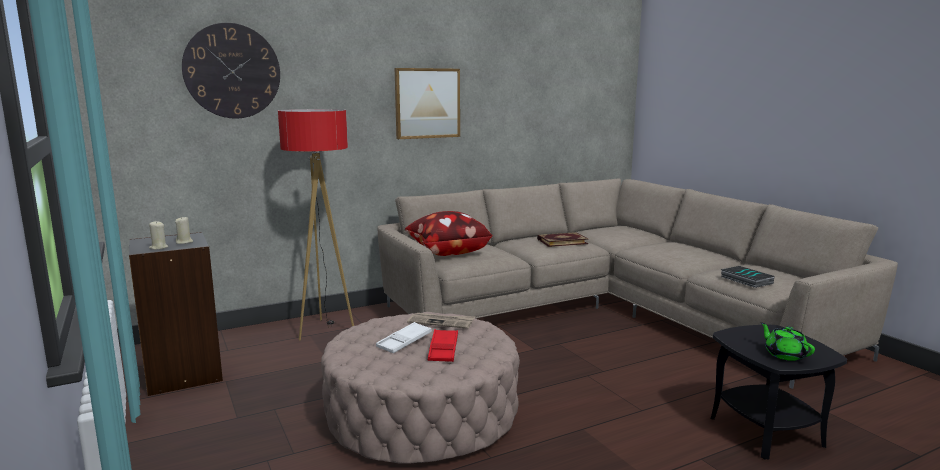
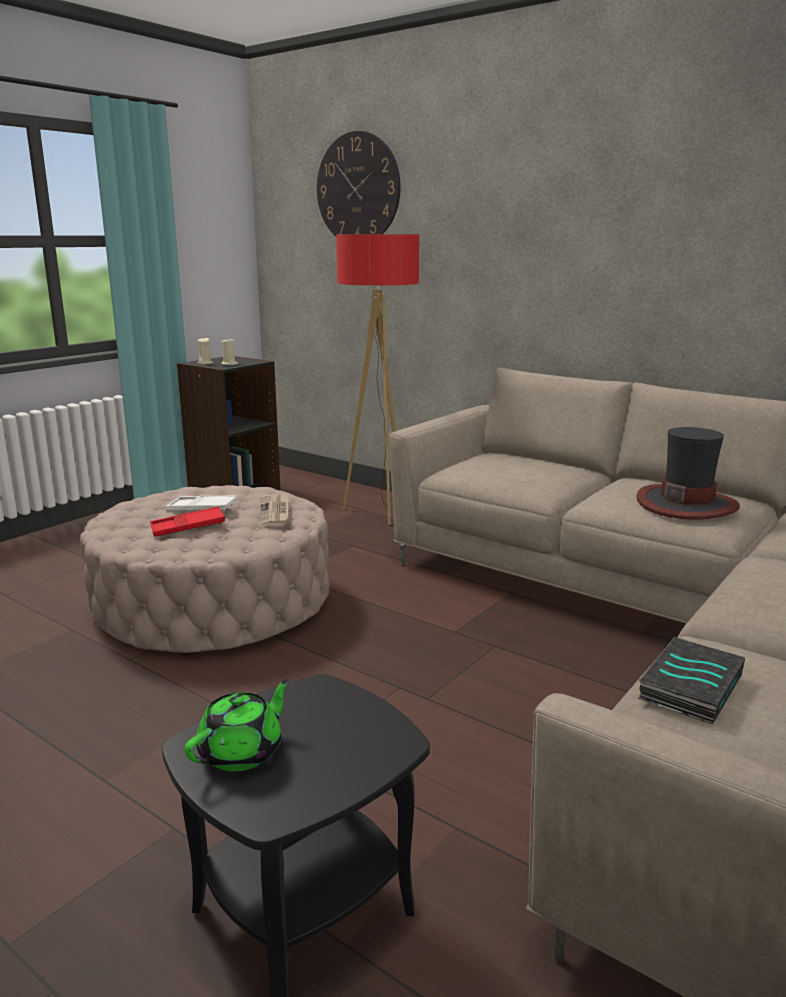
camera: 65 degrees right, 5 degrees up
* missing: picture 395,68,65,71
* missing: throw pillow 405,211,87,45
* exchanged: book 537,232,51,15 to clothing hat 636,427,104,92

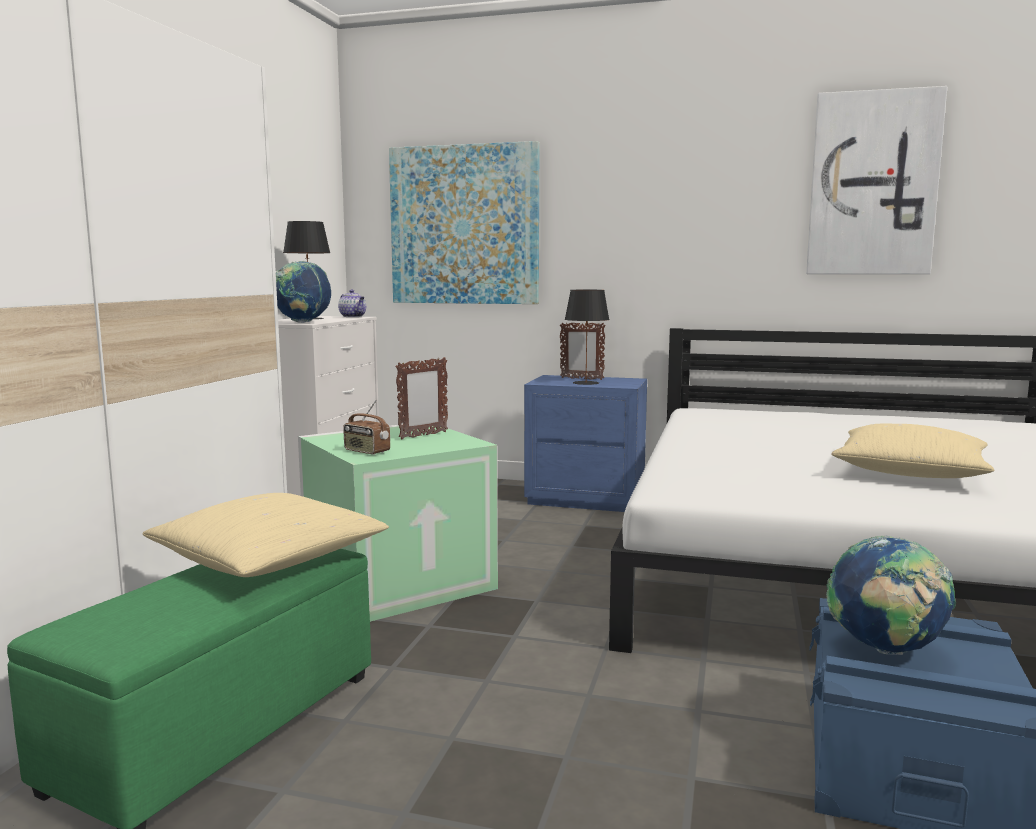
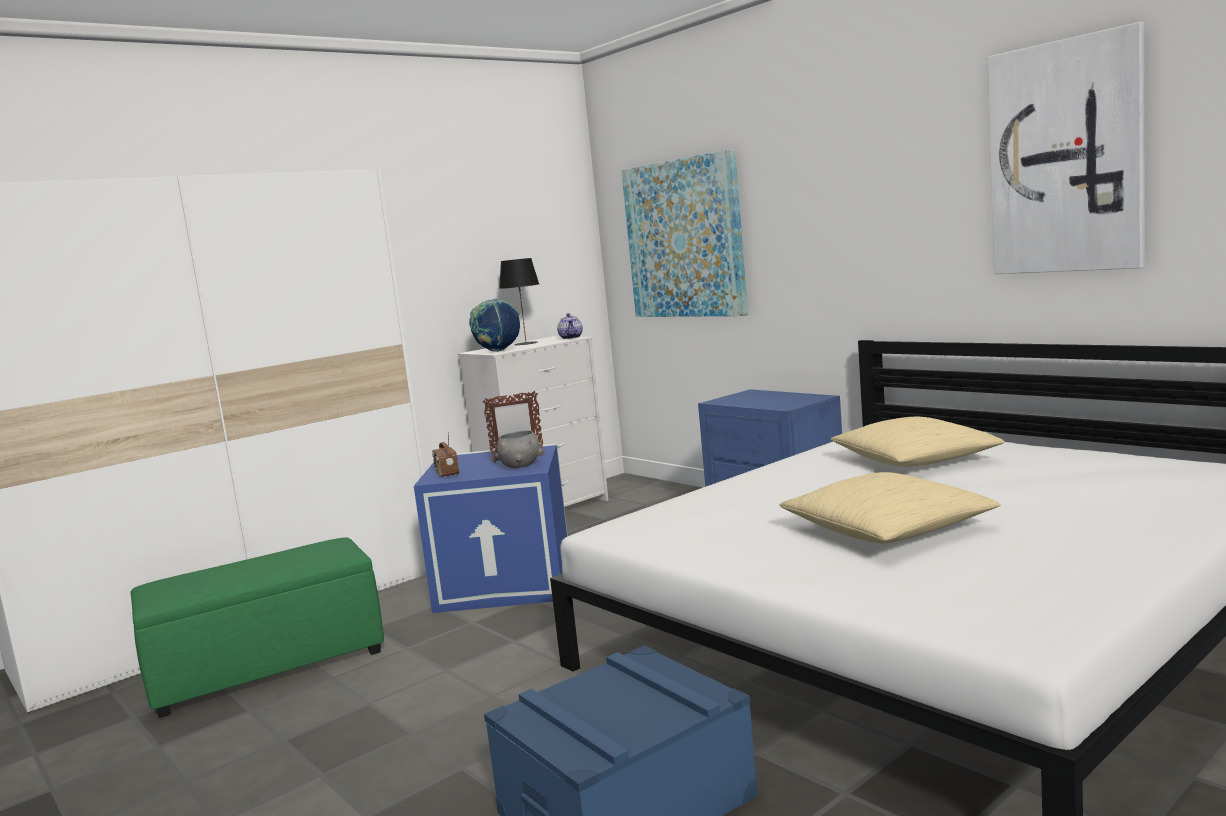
camera: 35 degrees right, 0 degrees up
* missing: picture frame 560,322,46,58
* missing: tabletop lamp/black-coloured 564,290,46,95
* missing: globe 826,536,130,119
* appeared: serving bowl/greyish 496,431,46,37
* relocated: throw pillow/beige-coloured 142,493,247,84 to 831,417,174,50
* colour: storage box/green-coloured 298,424,200,198 to storage box/blue 414,443,154,170

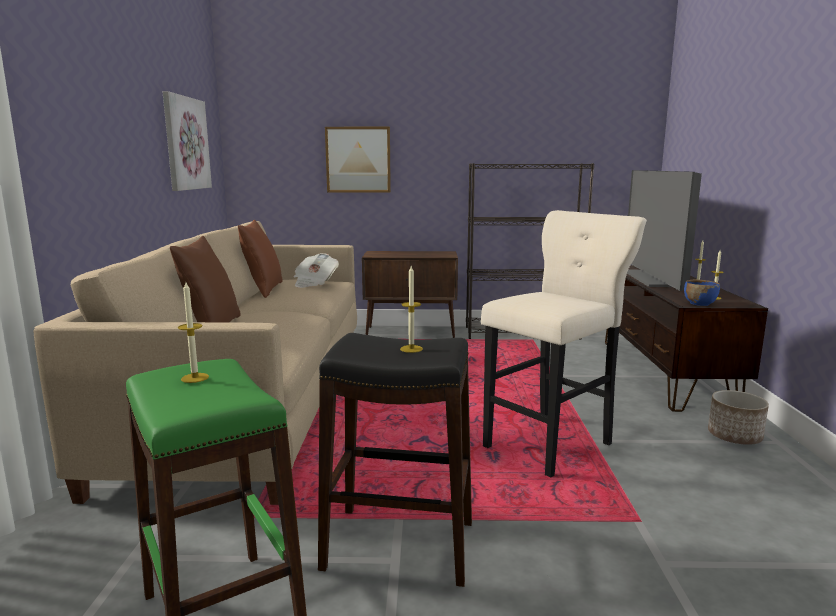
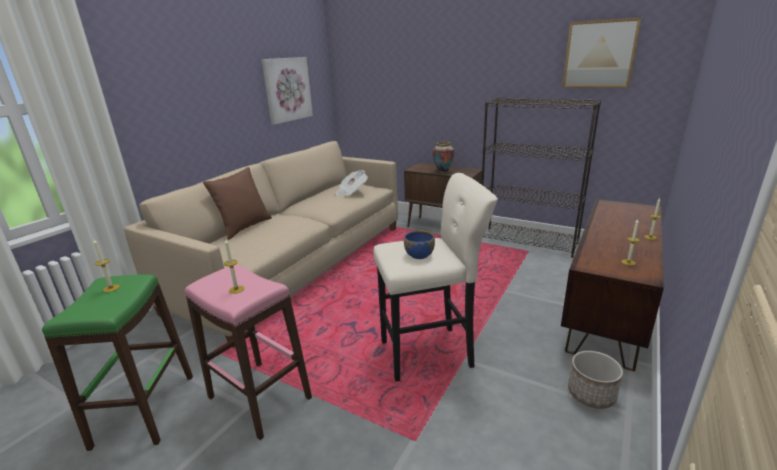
camera: 30 degrees right, 10 degrees up
* missing: throw pillow/brown 238,220,45,78
* missing: TV 627,170,75,121
* appeared: flower vase 432,142,22,31
* relocated: picture 325,127,66,66 to 562,18,79,70
* relocated: serving bowl/blue 684,279,36,27 to 404,231,31,28
* colour: stool seat/black-coloured 318,333,154,254 to stool seat/pink-coloured 185,264,127,176

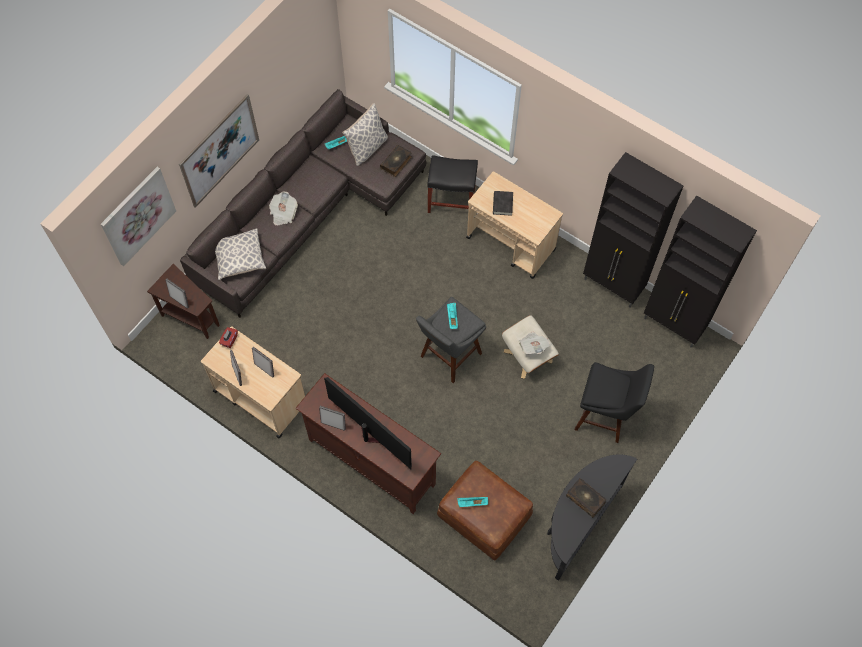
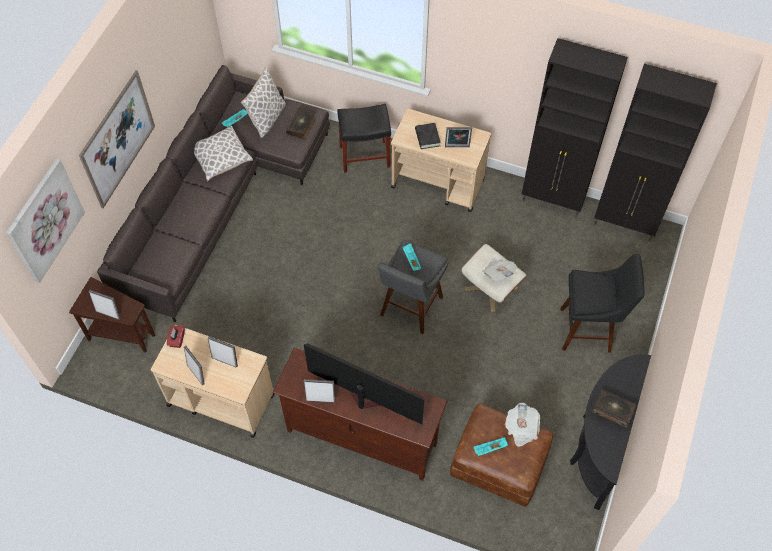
camera: 15 degrees left, 5 degrees down
* appeared: picture frame 445,127,27,20
* relocated: throw pillow 215,228,51,52 to 194,126,59,56
* relocated: printed paper 269,192,29,33 to 505,403,35,44

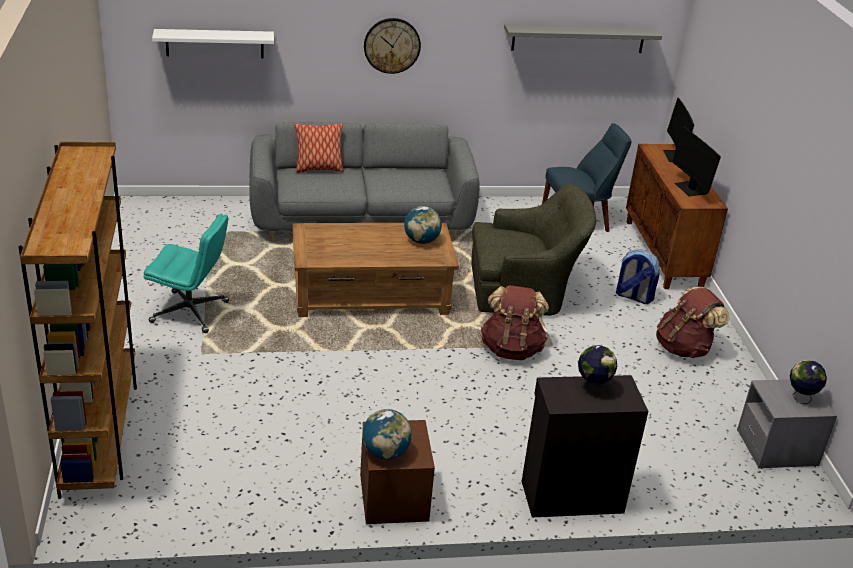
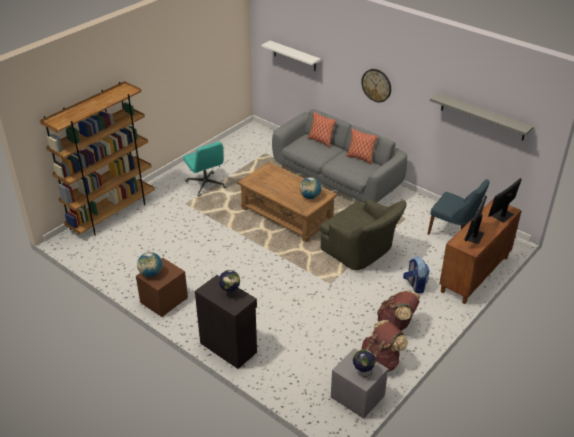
camera: 50 degrees right, 5 degrees up
* appeared: throw pillow 346,129,32,35
* relocated: rucksack/brown 481,285,68,75 to 361,320,47,52

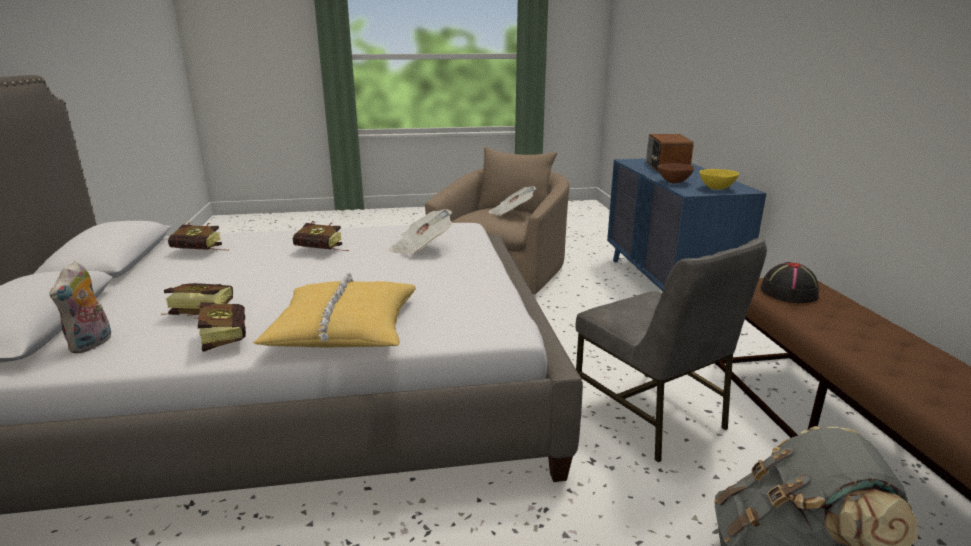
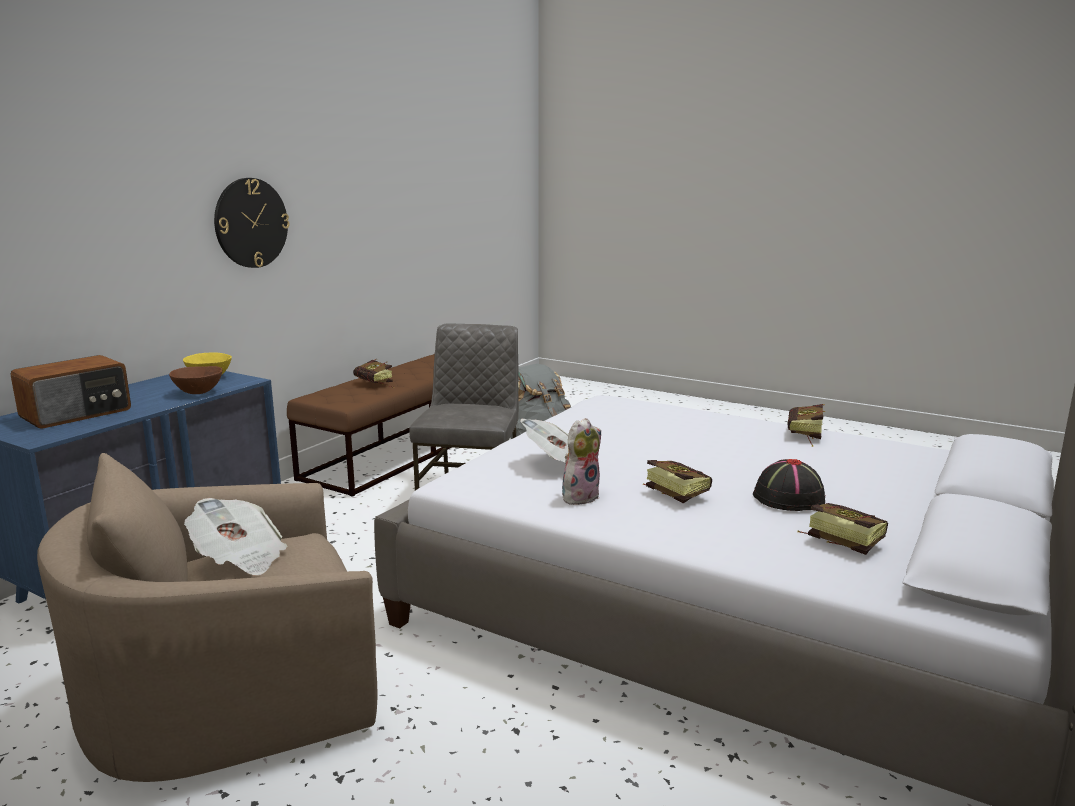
camera: 140 degrees left, 5 degrees down
* missing: throw pillow/yellow 253,272,163,75
* appeared: clock on the wall 214,178,75,90
* relocated: cuddly toy 50,261,61,92 to 562,418,39,88
* relocated: book 162,283,71,33 to 353,359,41,29
* relocated: clothing hat/black-coloured 761,262,58,41 to 753,459,72,52

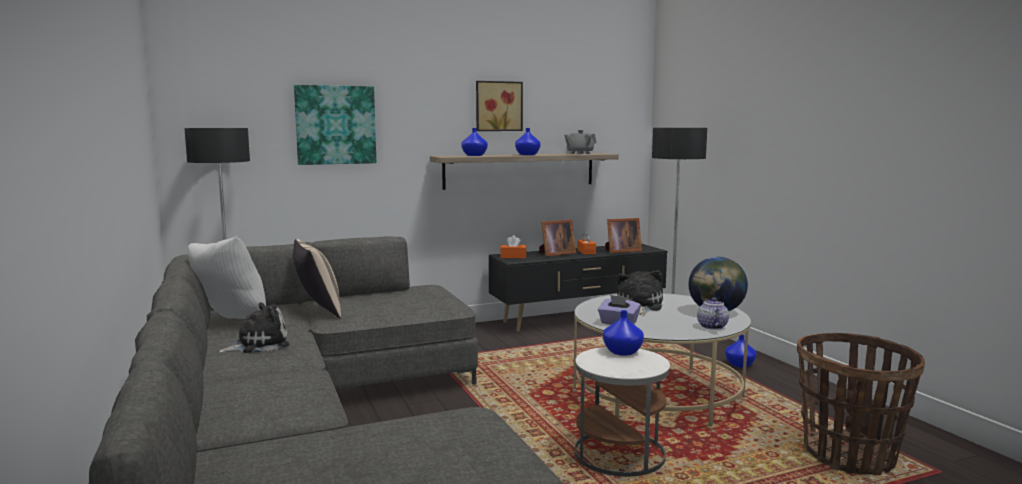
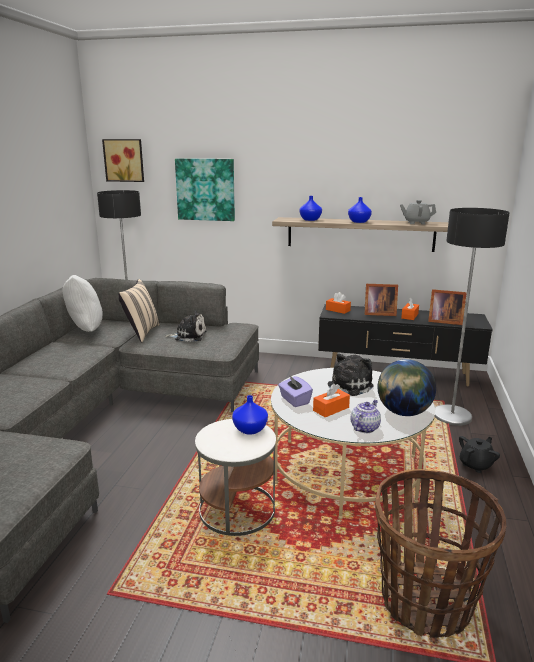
camera: 35 degrees right, 10 degrees up
* appeared: box of tissues/orange 313,384,37,33
* relocated: cuddly toy 218,302,71,51 to 165,310,42,32
* relocated: picture 476,81,47,50 to 102,139,42,43
* exchanged: flower vase/blue 725,335,32,33 to teapot/black-coloured 459,436,41,37

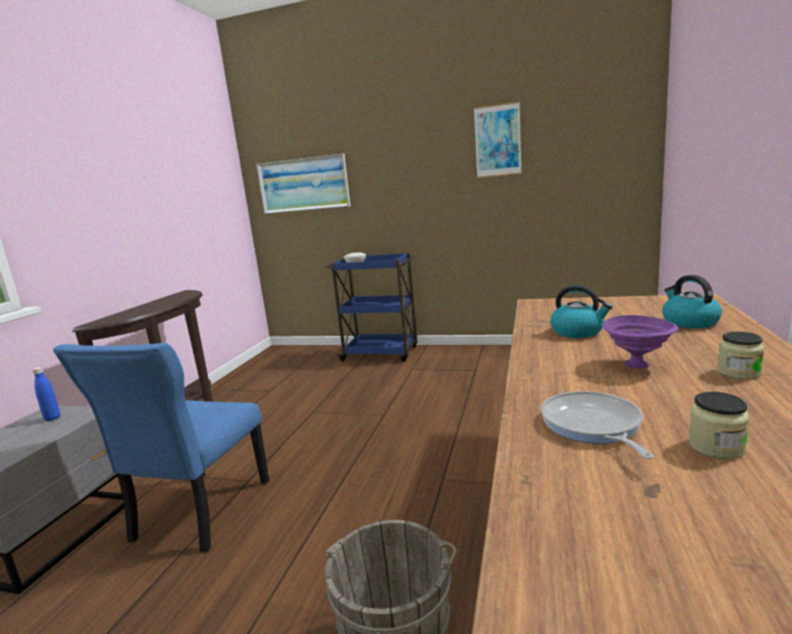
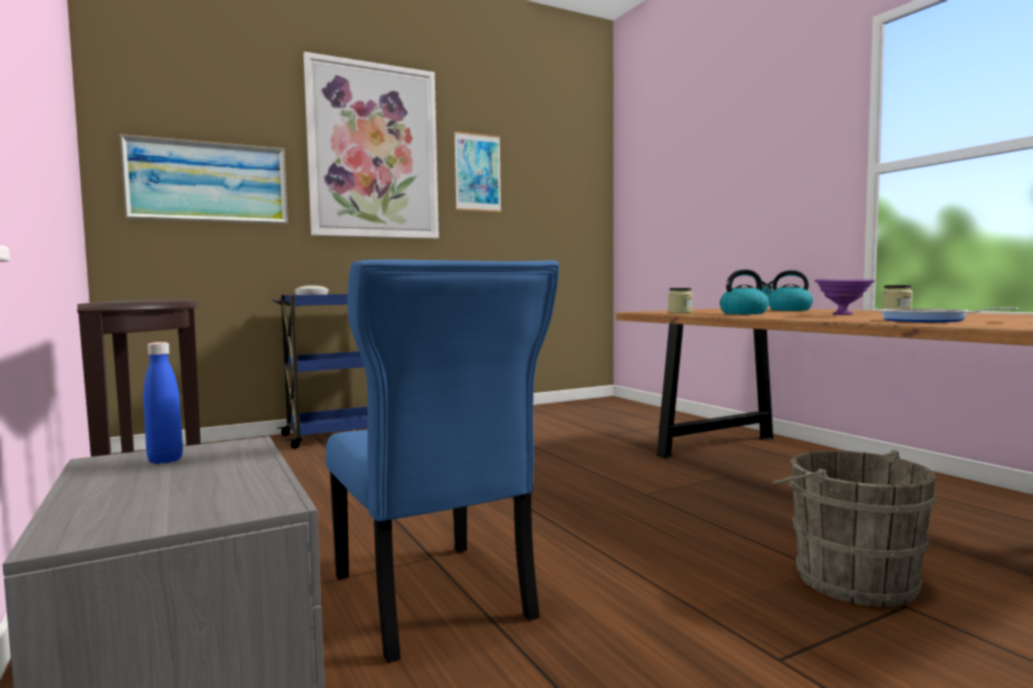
camera: 45 degrees left, 10 degrees down
* appeared: picture 304,52,135,187
* relocated: storage jar 689,392,60,67 to 668,288,25,26

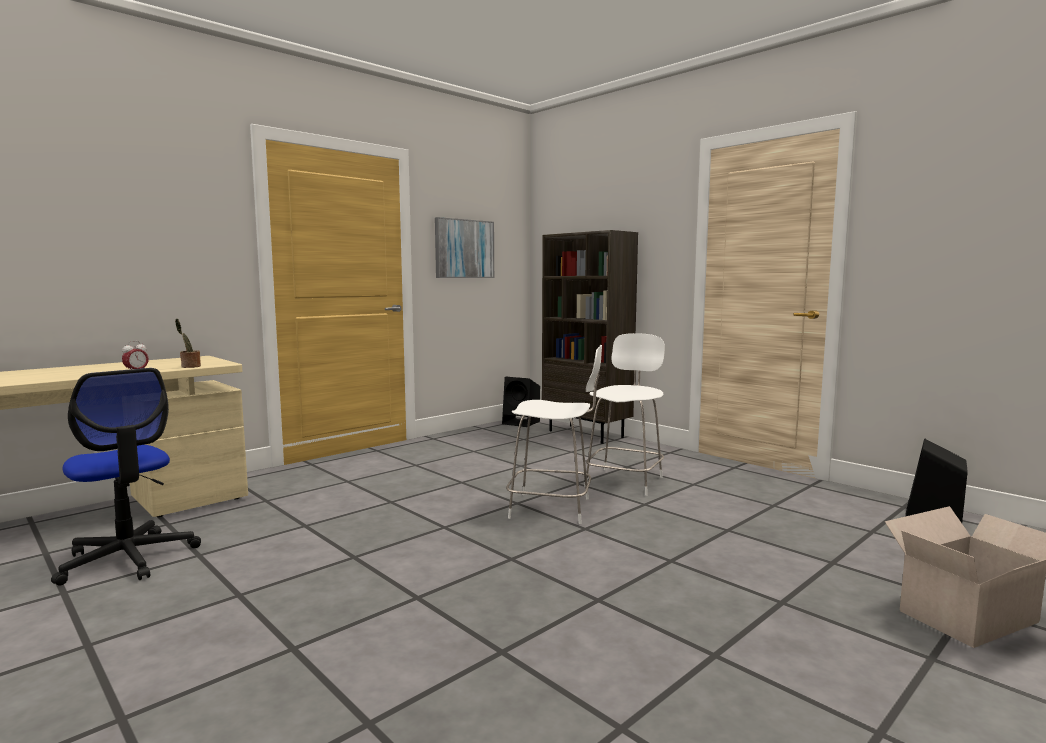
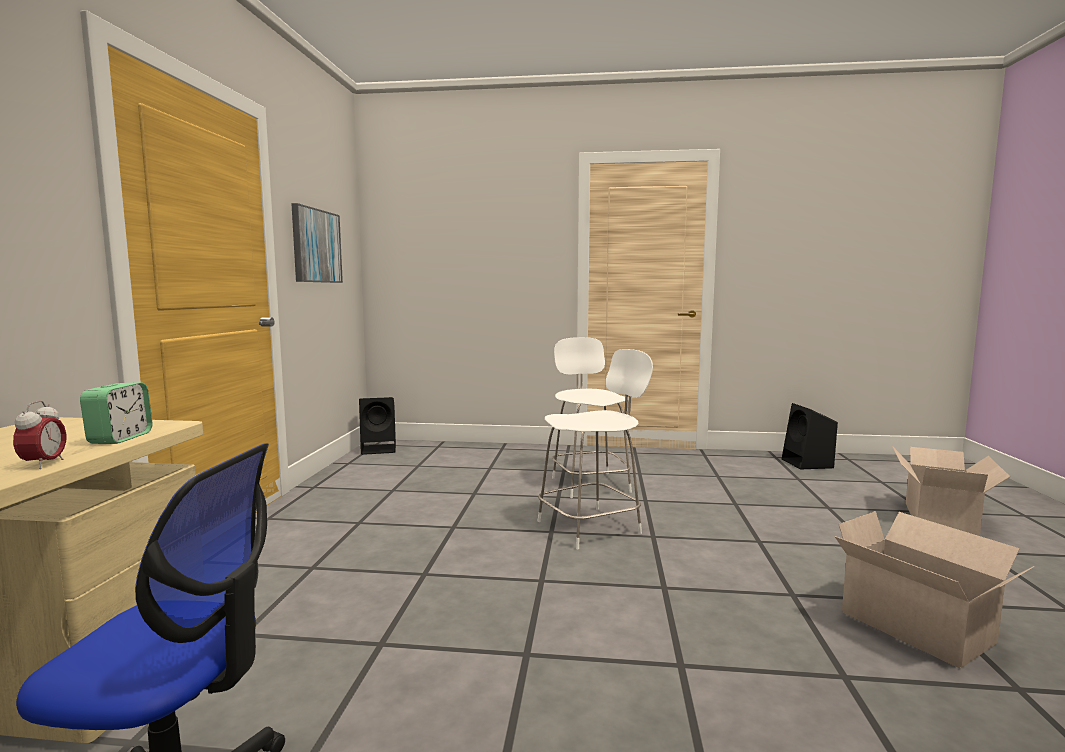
camera: 40 degrees left, 0 degrees up
* missing: bookcase/brown 542,230,96,214
* appeared: packing box 834,511,200,158
* exchanged: potted plant 175,319,26,49 to bedside clock 80,382,73,62

